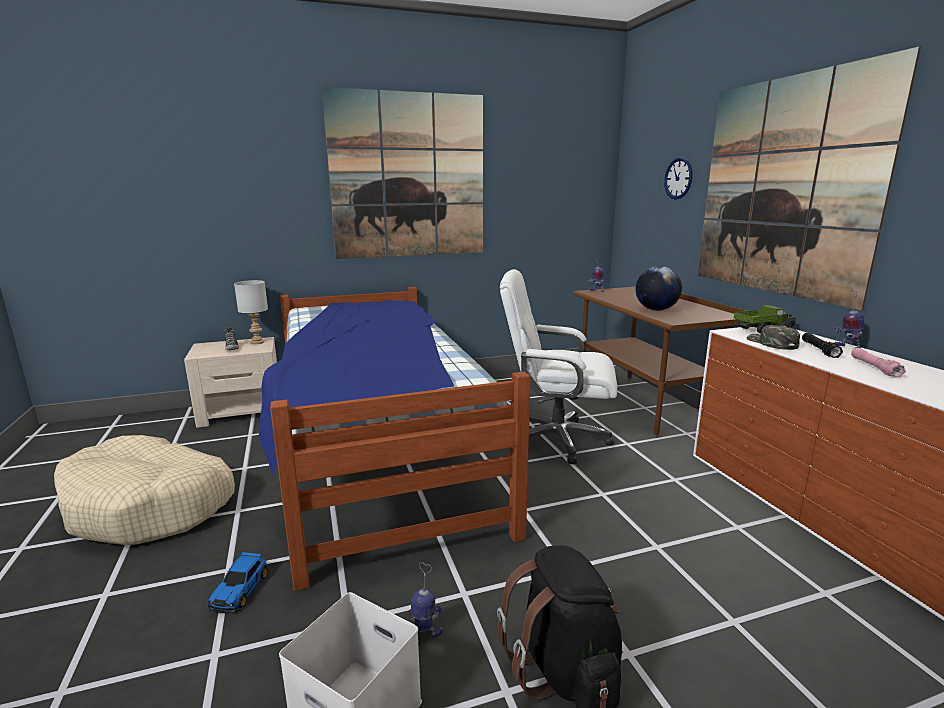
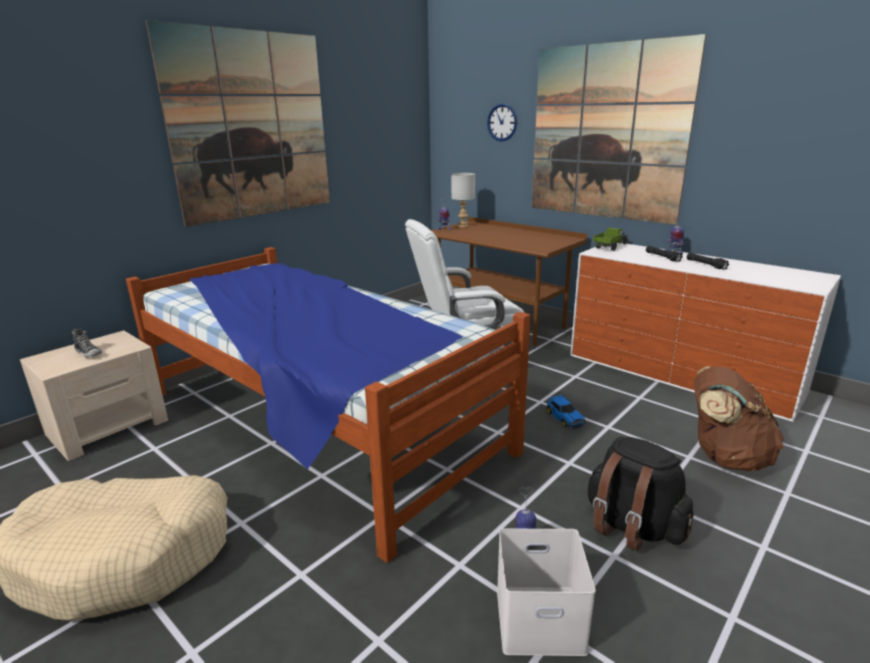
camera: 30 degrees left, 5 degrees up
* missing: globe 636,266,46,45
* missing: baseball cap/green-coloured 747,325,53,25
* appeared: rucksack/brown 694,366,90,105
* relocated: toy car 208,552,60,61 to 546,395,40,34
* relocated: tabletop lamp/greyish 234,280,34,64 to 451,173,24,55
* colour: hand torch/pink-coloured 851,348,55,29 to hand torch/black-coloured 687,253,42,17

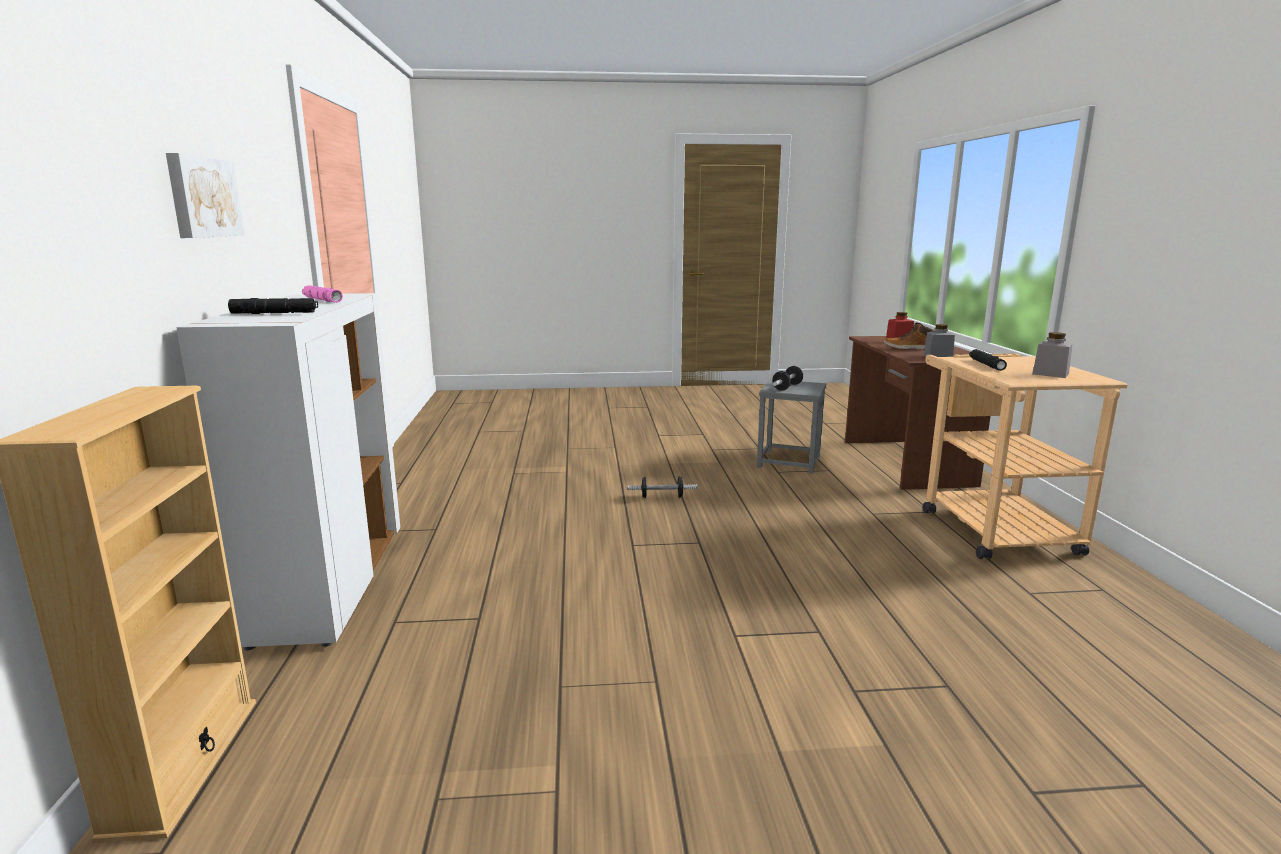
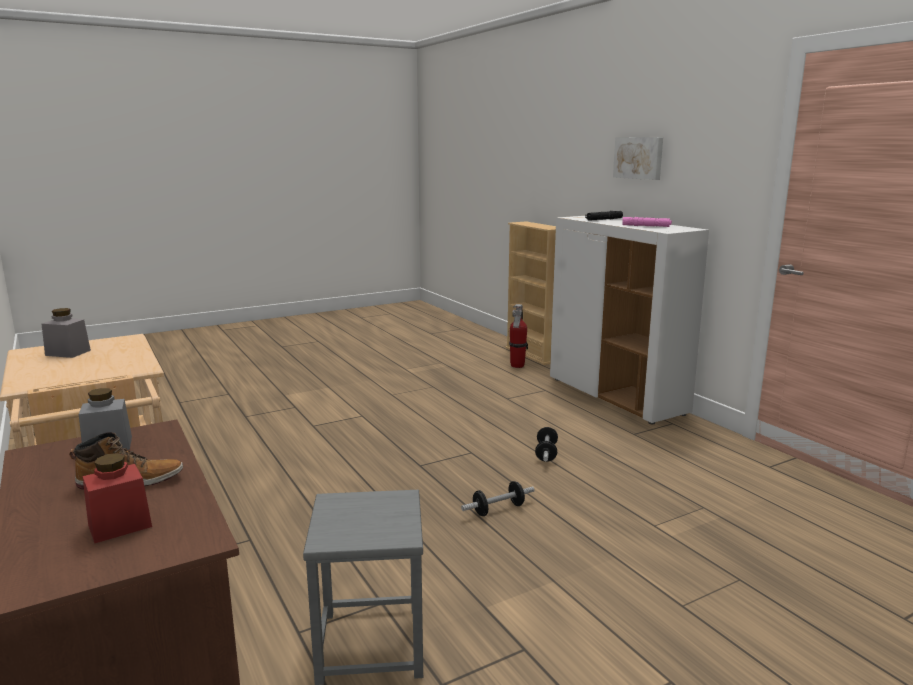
camera: 155 degrees right, 0 degrees up
* missing: hand torch/black-coloured 969,349,38,22
* appeared: fire-fighting cylinder 509,304,18,64
* relocated: free weight 772,366,31,25 to 535,427,23,35

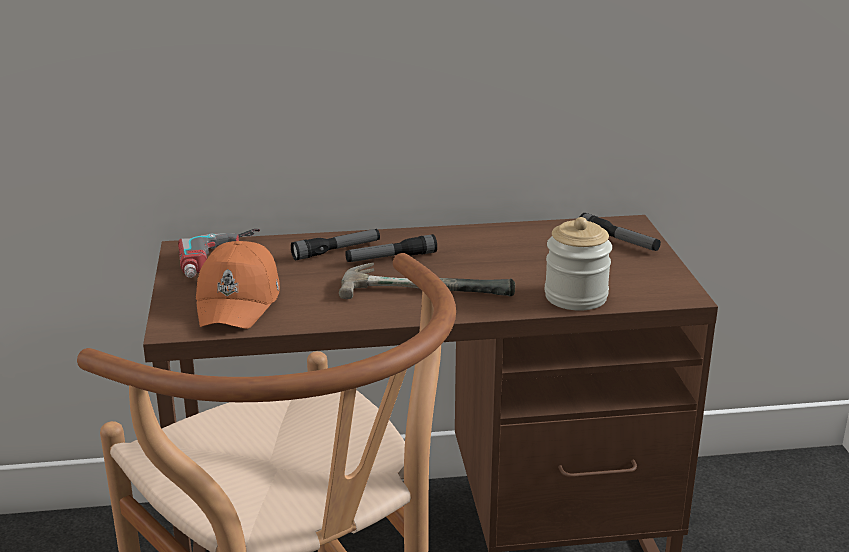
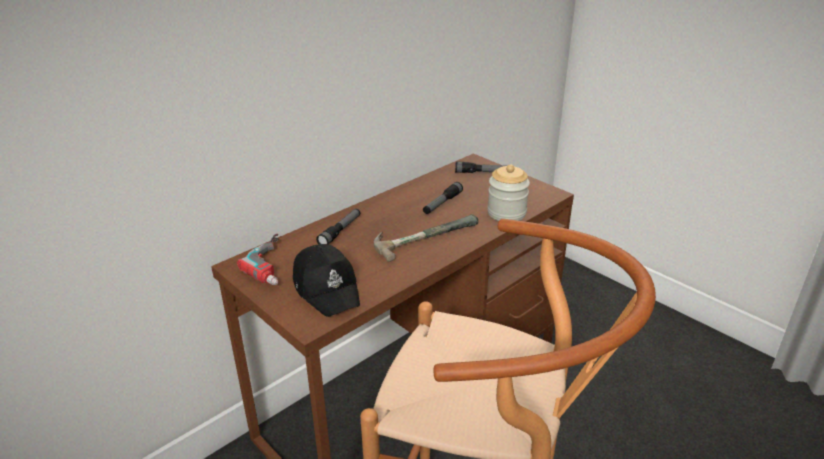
camera: 35 degrees left, 5 degrees up
* relocated: hand torch 345,234,92,28 to 423,182,40,32
* colour: baseball cap/orange 196,241,84,88 to baseball cap/black-coloured 293,244,67,73

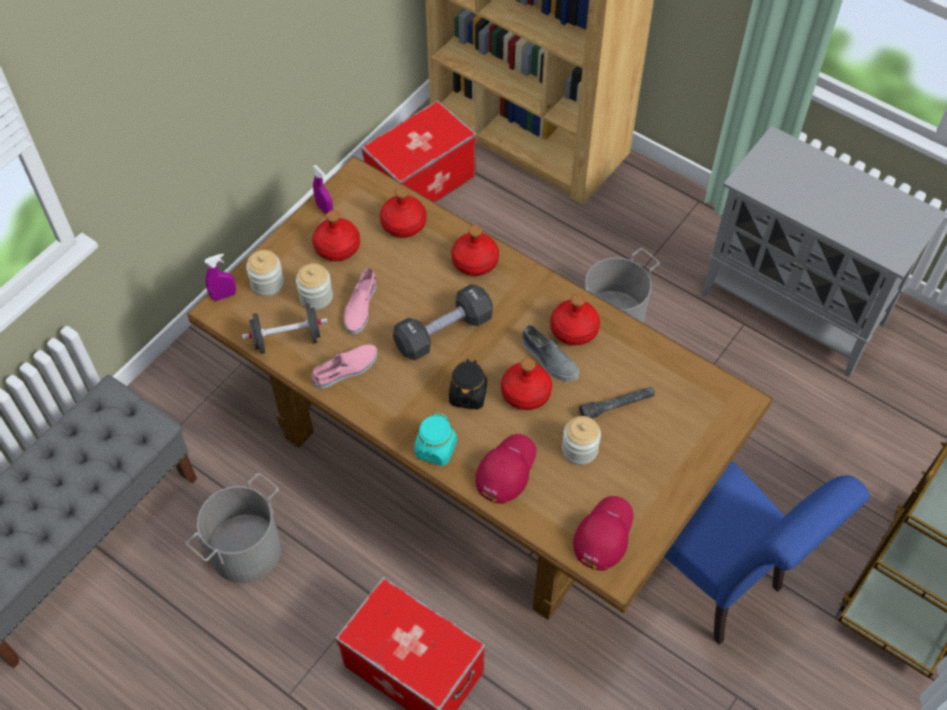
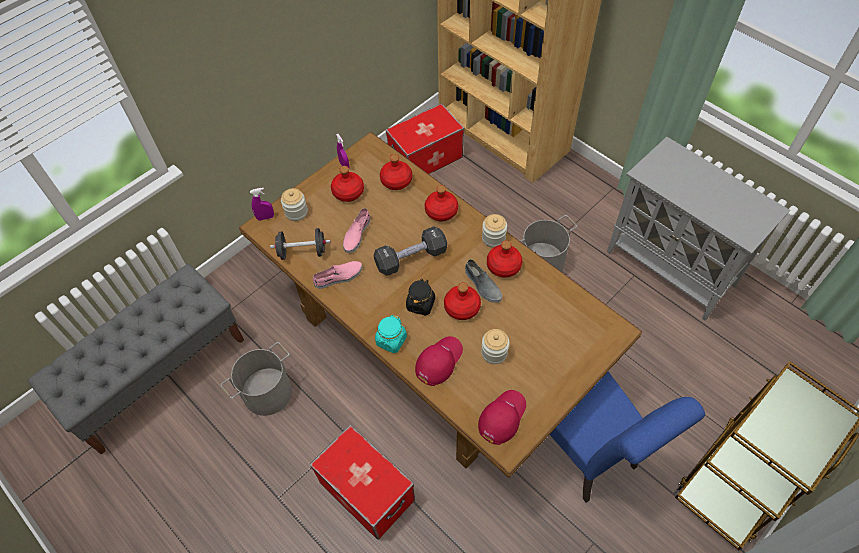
camera: 10 degrees right, 0 degrees up
* missing: hand torch/greyish 579,387,76,32
* relocated: storage jar 296,263,37,47 to 482,214,25,34

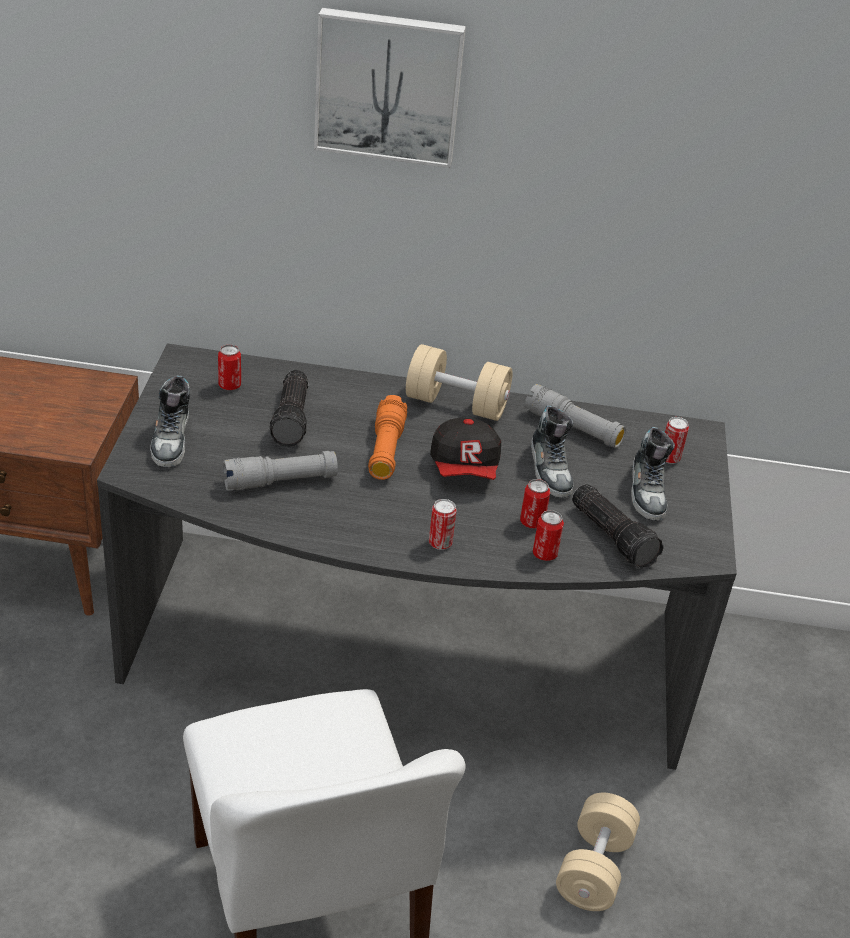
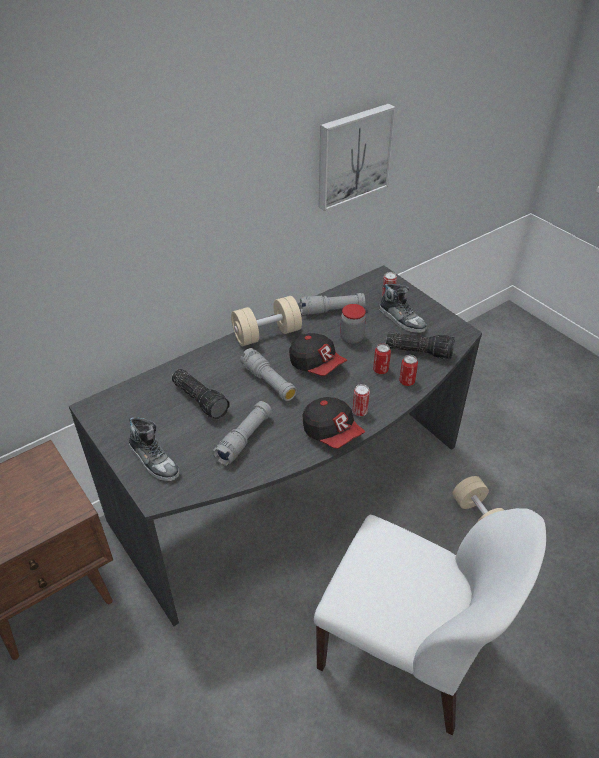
camera: 40 degrees left, 5 degrees up
* missing: sealed can 218,344,23,46
* appeared: baseball cap 303,397,62,52
* relocated: picture 314,8,152,160 to 318,104,78,107
* exchanged: item of footwear 531,405,43,93 to storage jar 340,304,26,40
* colour: hand torch/orange 368,395,39,85 to hand torch/greyish 240,348,57,53

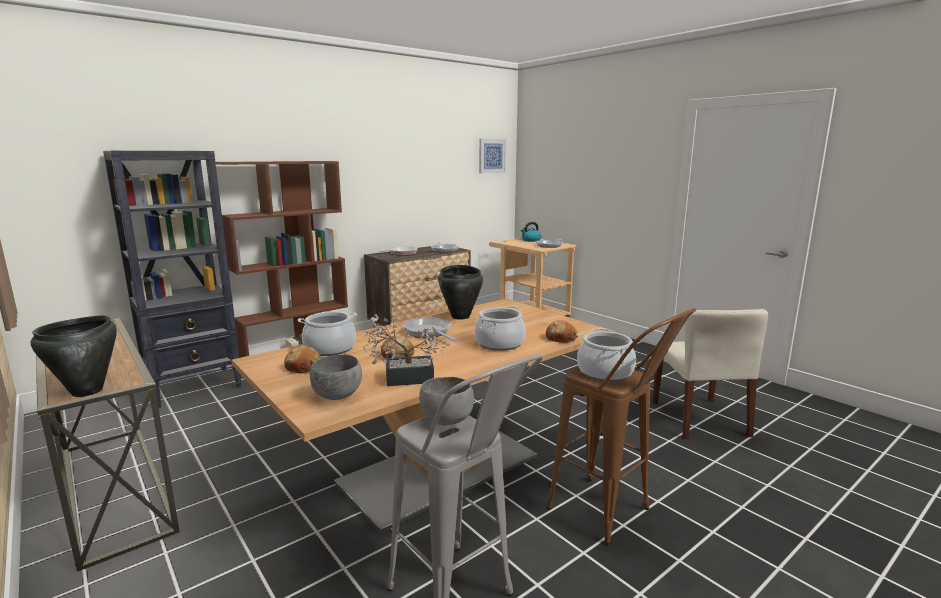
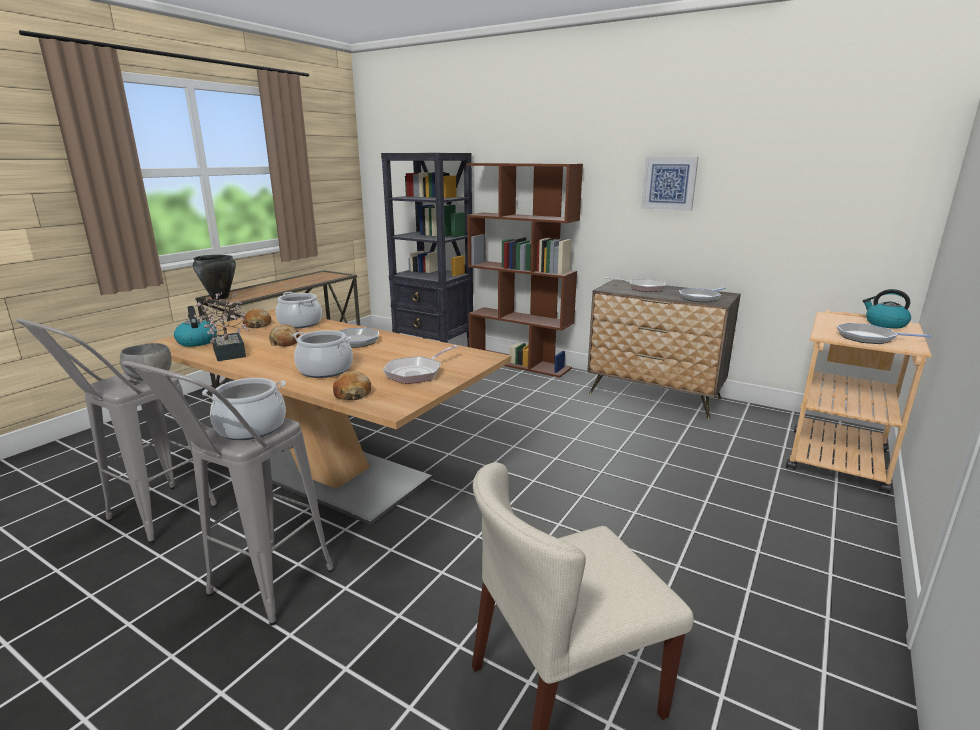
camera: 70 degrees right, 5 degrees up
* missing: stockpot/black-coloured 438,265,45,55
* appeared: pan 383,345,76,39
* relocated: picture 479,138,27,35 to 641,157,57,54
* exchanged: serving bowl/greyish 310,354,52,46 to tea kettle 174,306,43,41
* colour: stool seat/brown 546,308,150,236 to stool seat/greyish 122,361,212,265

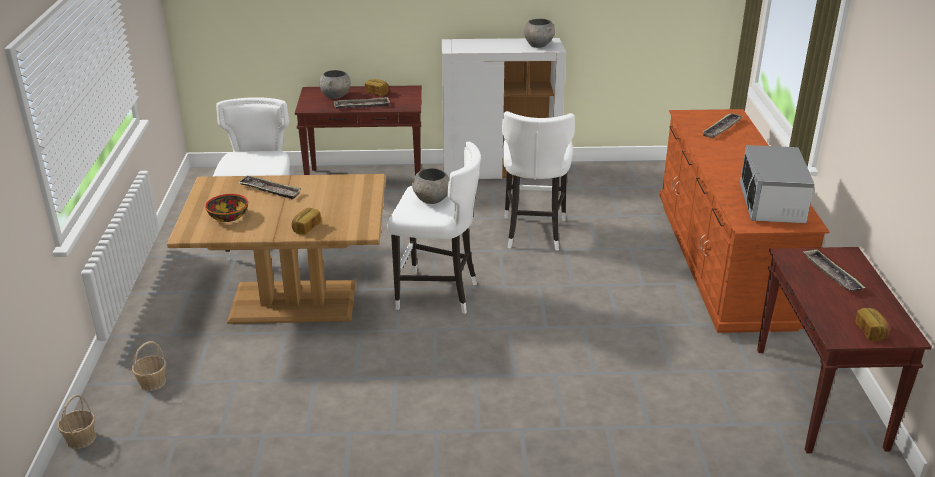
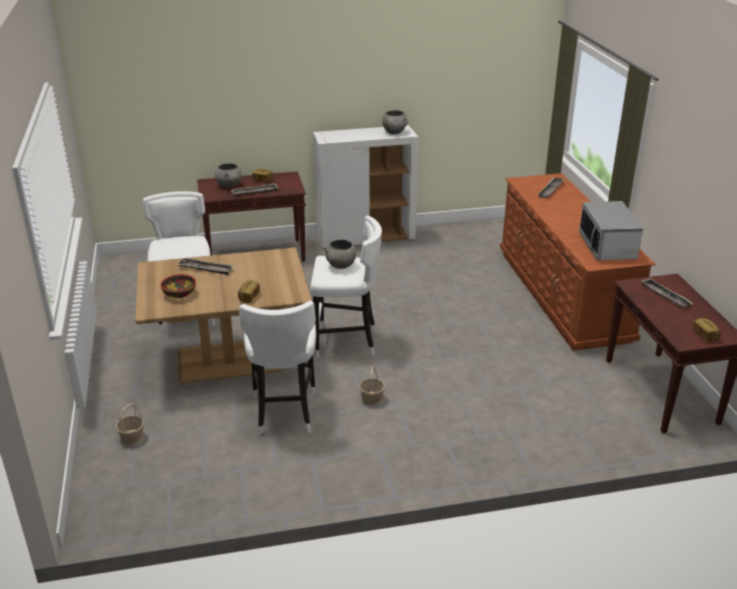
camera: 10 degrees left, 0 degrees up
* relocated: basket 57,395,39,54 to 359,366,26,40
* relocated: stool seat/whitish 502,111,73,140 to 239,301,77,135

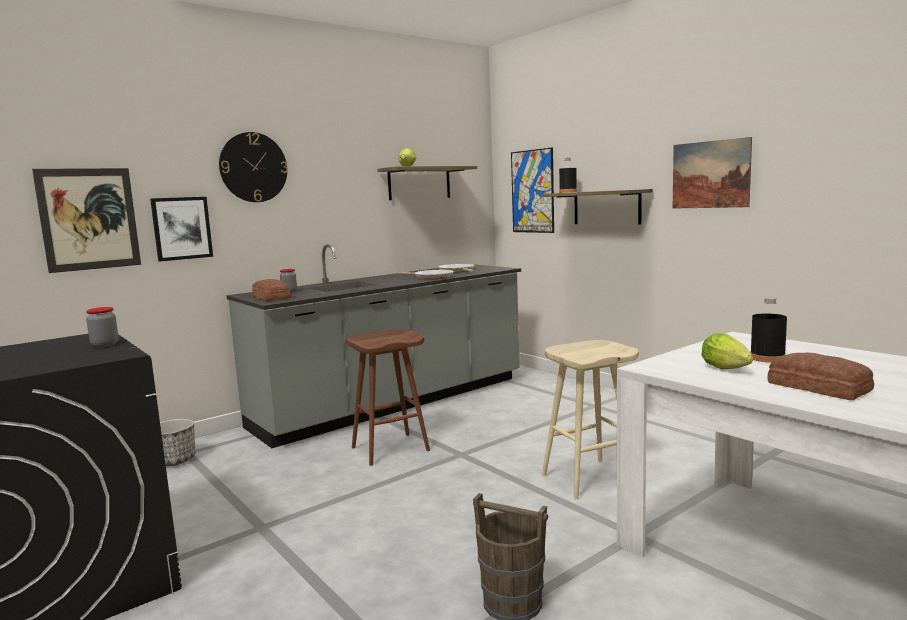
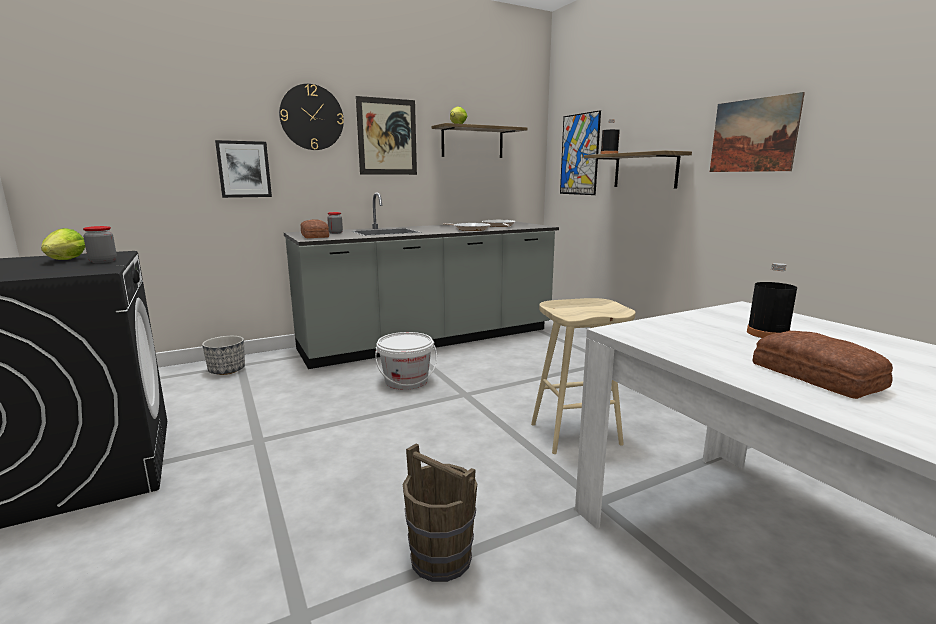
camera: 10 degrees right, 5 degrees up
* relocated: picture 32,168,109,105 to 356,96,61,79
* relocated: lettuce head 701,333,52,36 to 41,228,44,32
* exchanged: stool seat/brown 346,329,84,137 to pail/whitish 375,332,62,58

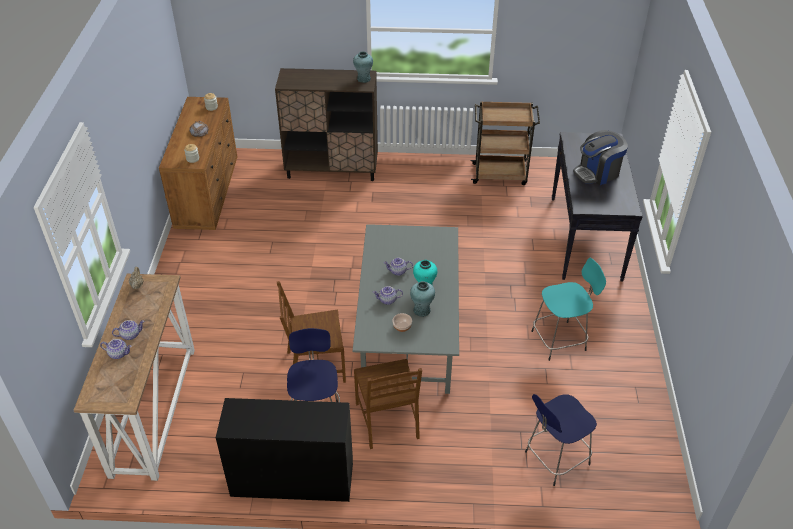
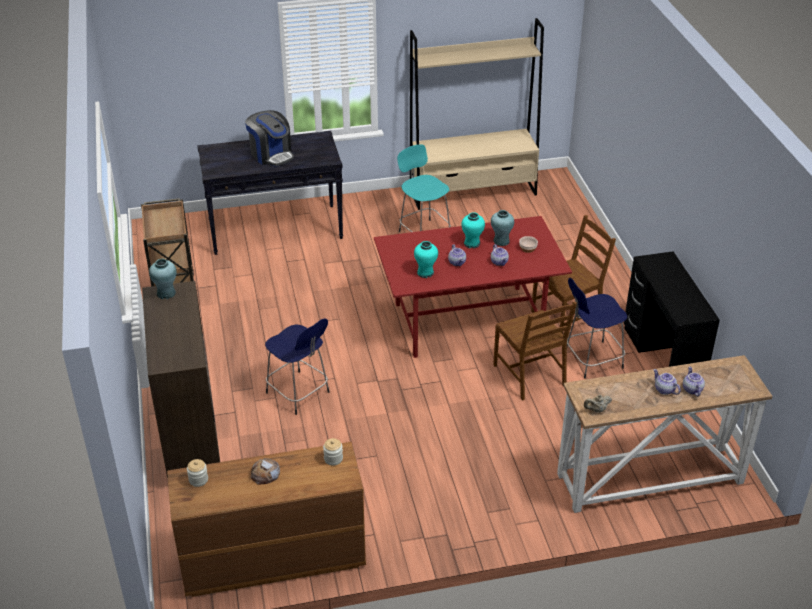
camera: 105 degrees left, 5 degrees down
* appeared: bookcase/beige-coloured 410,18,134,192
* appeared: flower vase/turquoise-coloured 414,241,24,37
* relocated: stool seat/blue 525,394,72,92 to 265,319,65,96
* colour: kitchen table/greyish 353,224,106,170 to kitchen table/reddish 374,216,198,142

